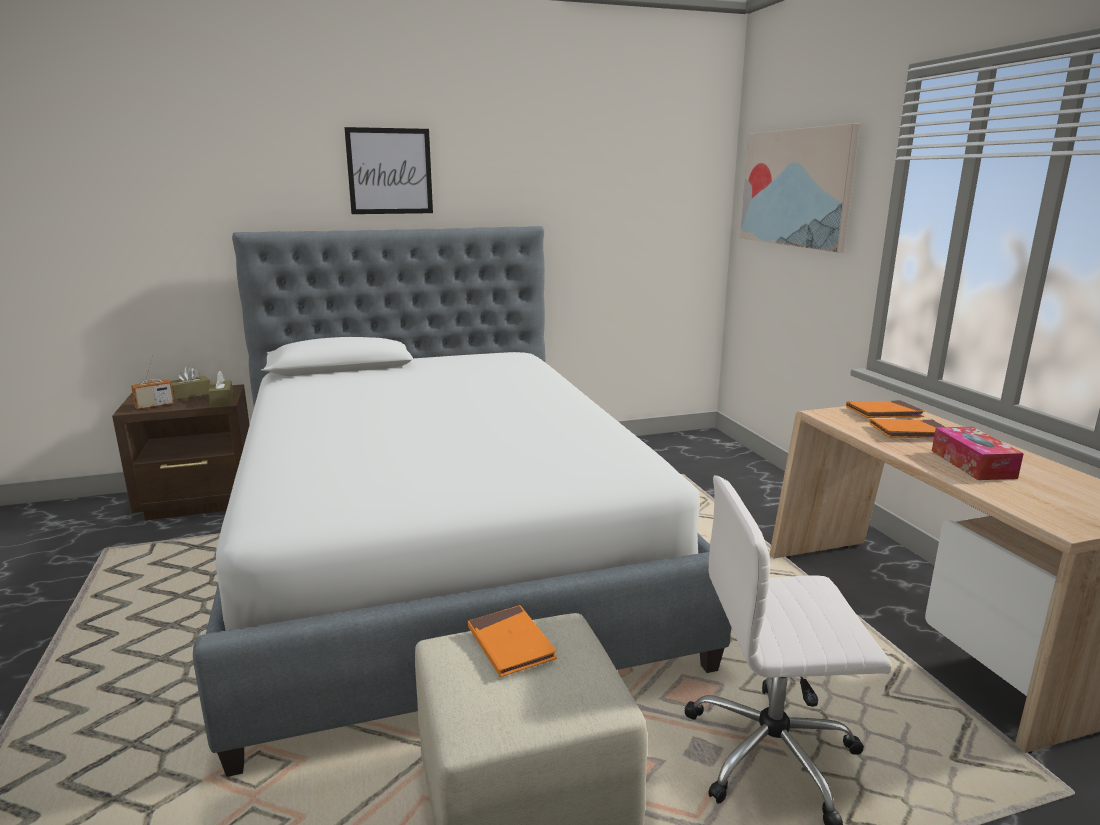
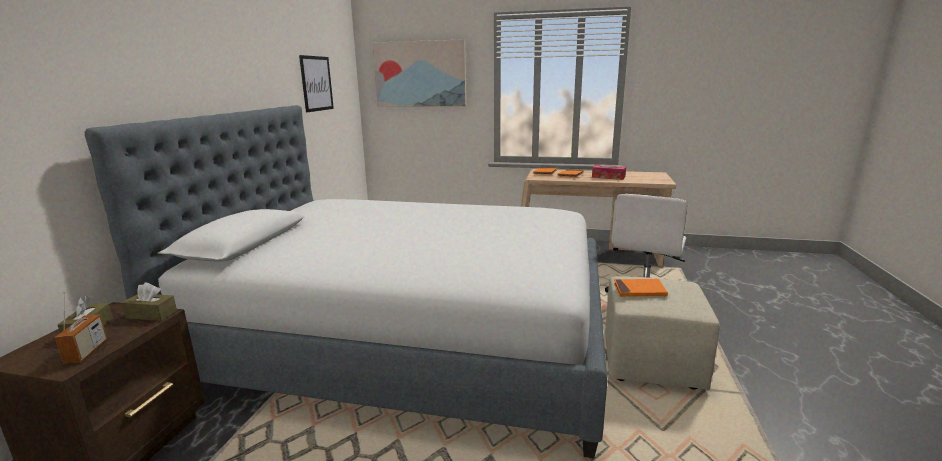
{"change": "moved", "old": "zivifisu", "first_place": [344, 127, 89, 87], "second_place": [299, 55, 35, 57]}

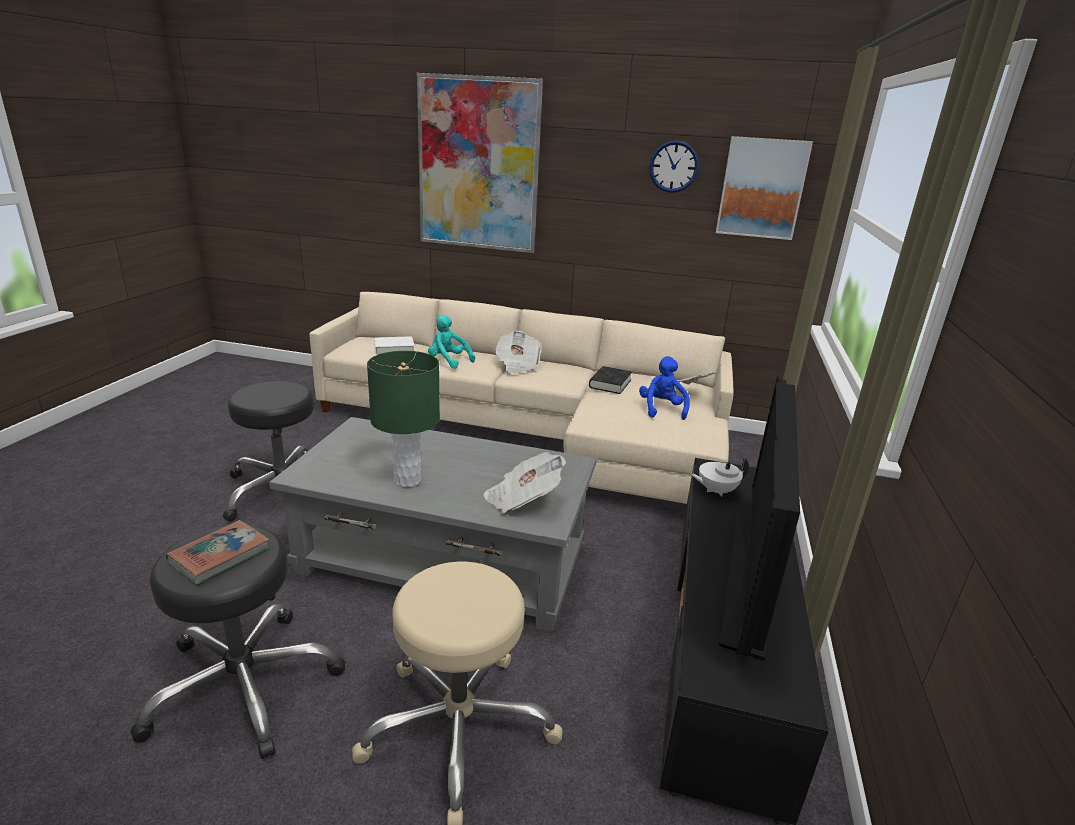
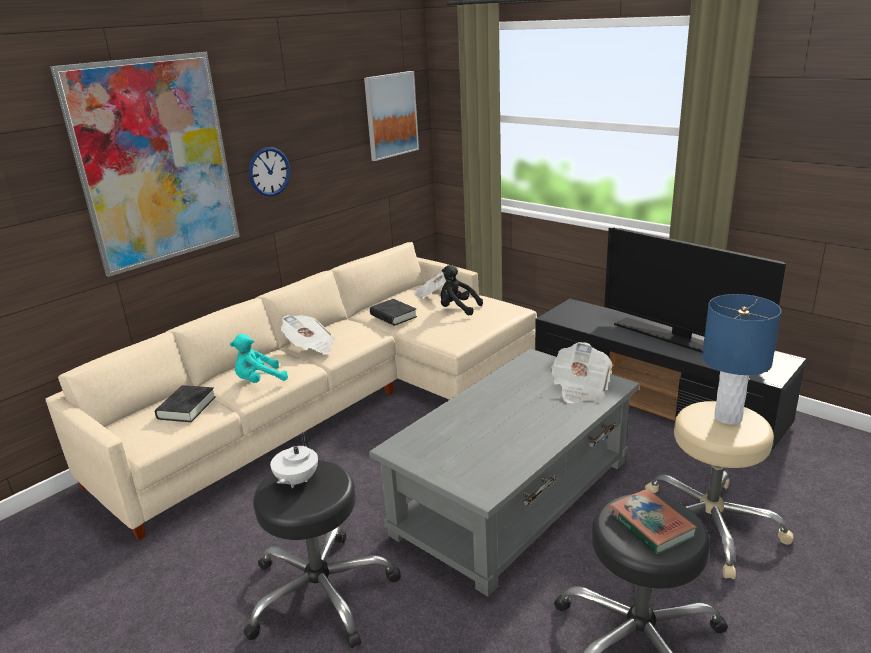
{"change": "recoloured", "old": "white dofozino", "new": "black dofozino", "first_place": [374, 336, 40, 19], "second_place": [155, 385, 61, 37]}
{"change": "moved", "old": "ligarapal", "first_place": [649, 140, 50, 53], "second_place": [249, 147, 41, 50]}
{"change": "moved", "old": "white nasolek", "first_place": [690, 457, 59, 39], "second_place": [270, 432, 48, 56]}
{"change": "recoloured", "old": "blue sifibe", "new": "black sifibe", "first_place": [639, 356, 51, 64], "second_place": [441, 265, 42, 50]}
{"change": "added", "new": "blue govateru", "second_place": [702, 294, 79, 131]}
{"change": "removed", "old": "green govateru", "first_place": [367, 351, 73, 137]}

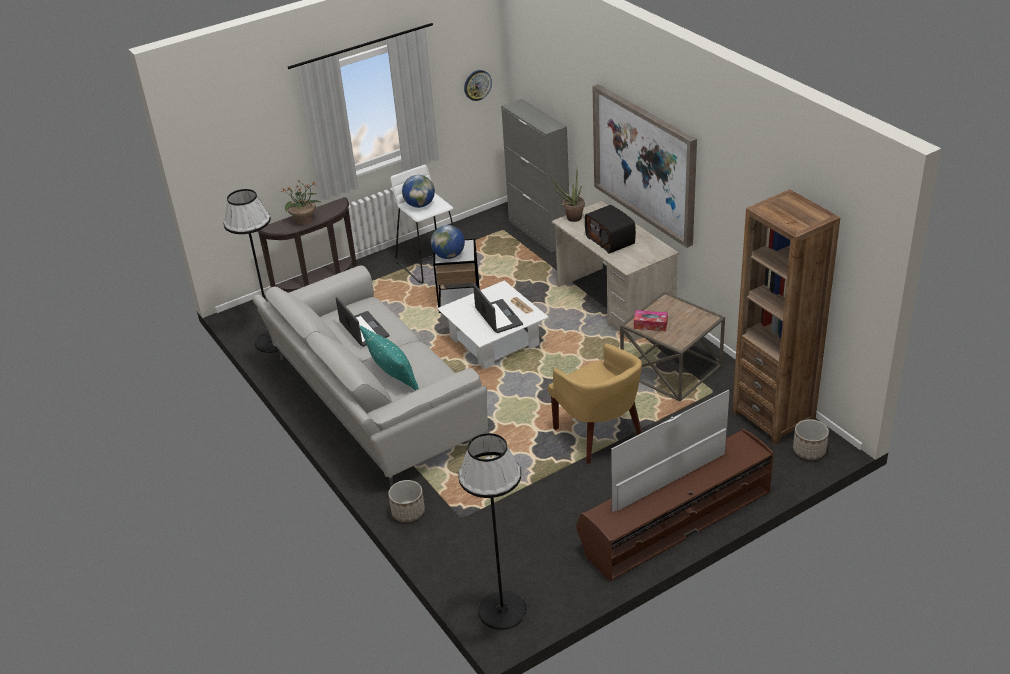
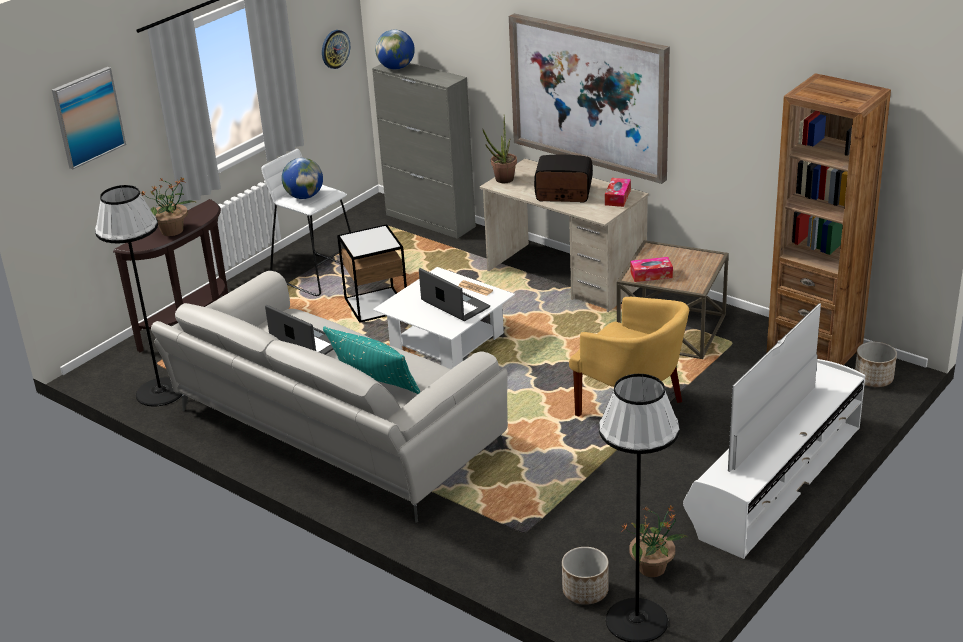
{"change": "added", "new": "zivifisu", "second_place": [52, 67, 74, 102]}
{"change": "moved", "old": "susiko", "first_place": [431, 225, 34, 34], "second_place": [375, 30, 40, 39]}
{"change": "turned", "old": "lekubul", "first_place": [585, 205, 51, 49], "second_place": [534, 155, 59, 48], "degrees": 150}
{"change": "moved", "old": "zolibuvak", "first_place": [388, 480, 37, 42], "second_place": [562, 547, 47, 58]}
{"change": "added", "new": "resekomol", "second_place": [605, 178, 26, 29]}
{"change": "added", "new": "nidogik", "second_place": [621, 505, 66, 72]}
{"change": "recoloured", "old": "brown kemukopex", "new": "white kemukopex", "first_place": [576, 429, 198, 153], "second_place": [683, 359, 182, 200]}

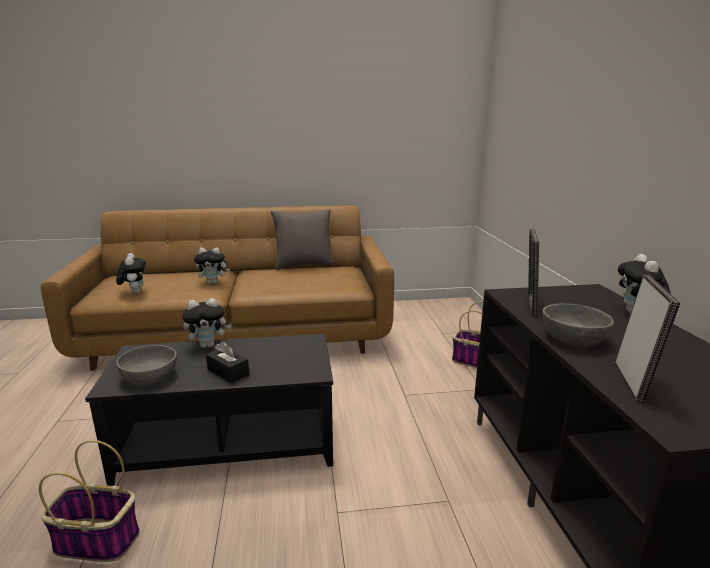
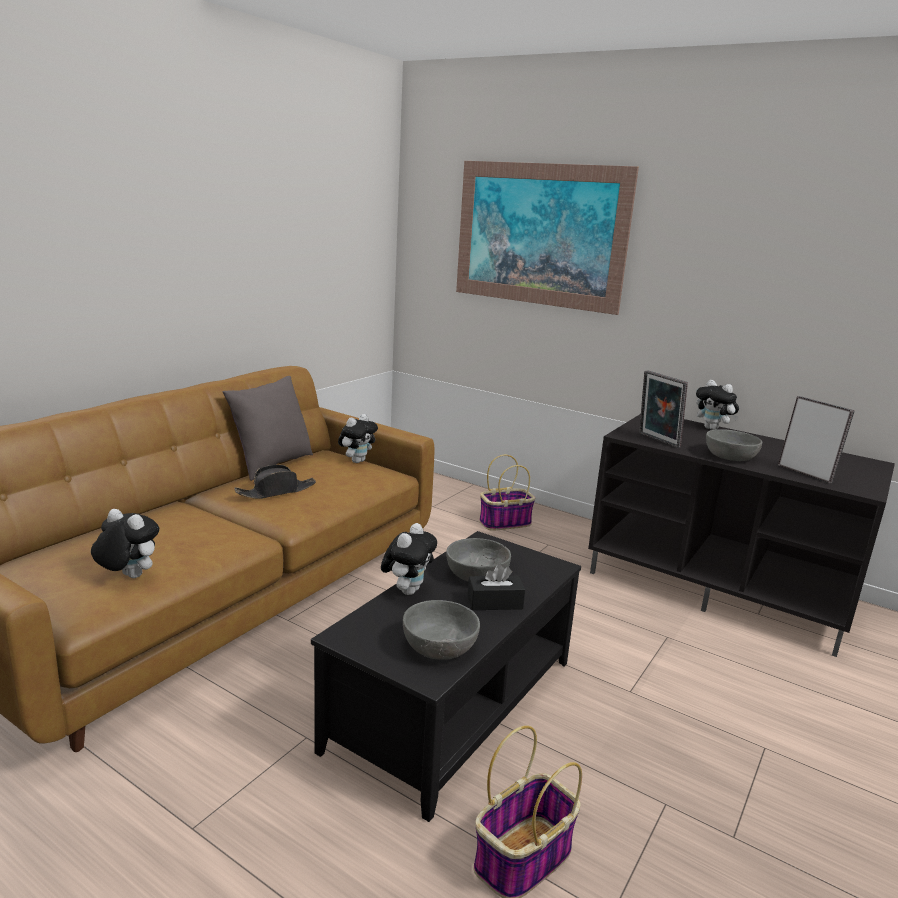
{"change": "added", "new": "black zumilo", "second_place": [234, 465, 82, 34]}
{"change": "moved", "old": "sifibe", "first_place": [194, 248, 36, 36], "second_place": [338, 414, 40, 49]}
{"change": "added", "new": "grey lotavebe", "second_place": [446, 538, 65, 43]}
{"change": "added", "new": "zivifisu", "second_place": [456, 161, 183, 154]}

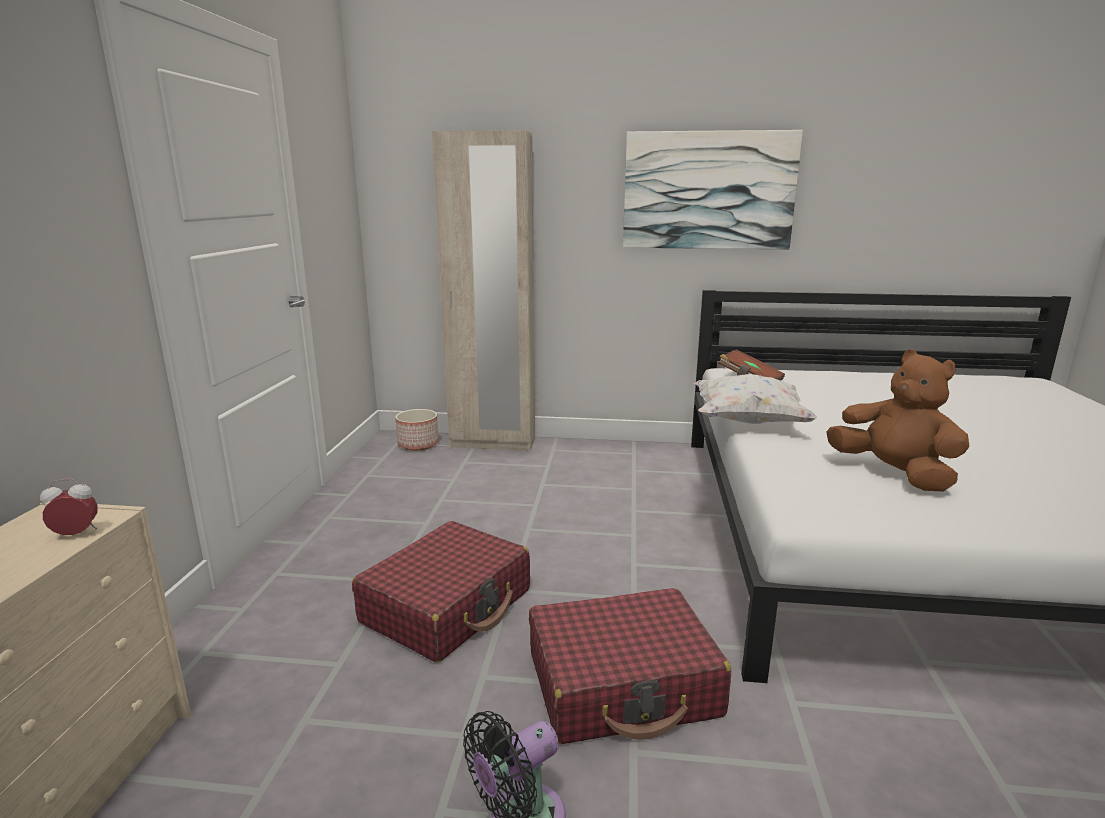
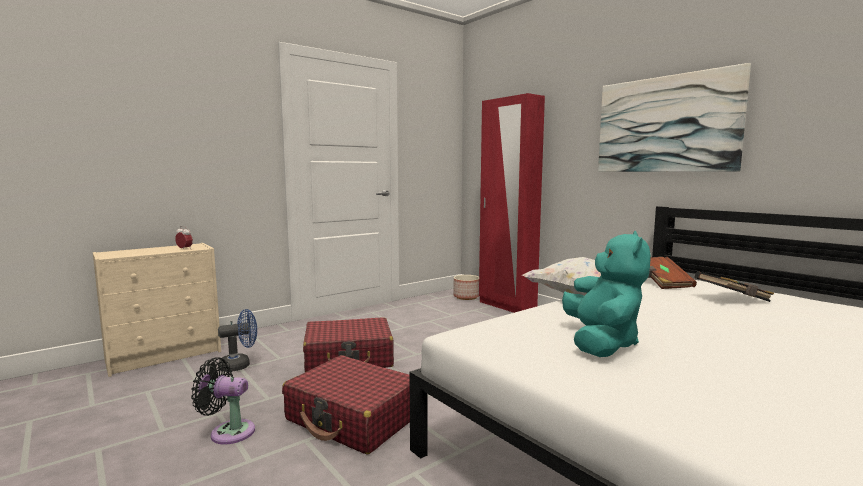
{"change": "added", "new": "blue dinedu", "second_place": [218, 309, 39, 63]}
{"change": "recoloured", "old": "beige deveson", "new": "red deveson", "first_place": [432, 130, 103, 321], "second_place": [479, 93, 66, 220]}
{"change": "recoloured", "old": "brown sifibe", "new": "turquoise sifibe", "first_place": [827, 350, 143, 142], "second_place": [562, 231, 89, 126]}
{"change": "added", "new": "black dofozino", "second_place": [695, 271, 79, 31]}

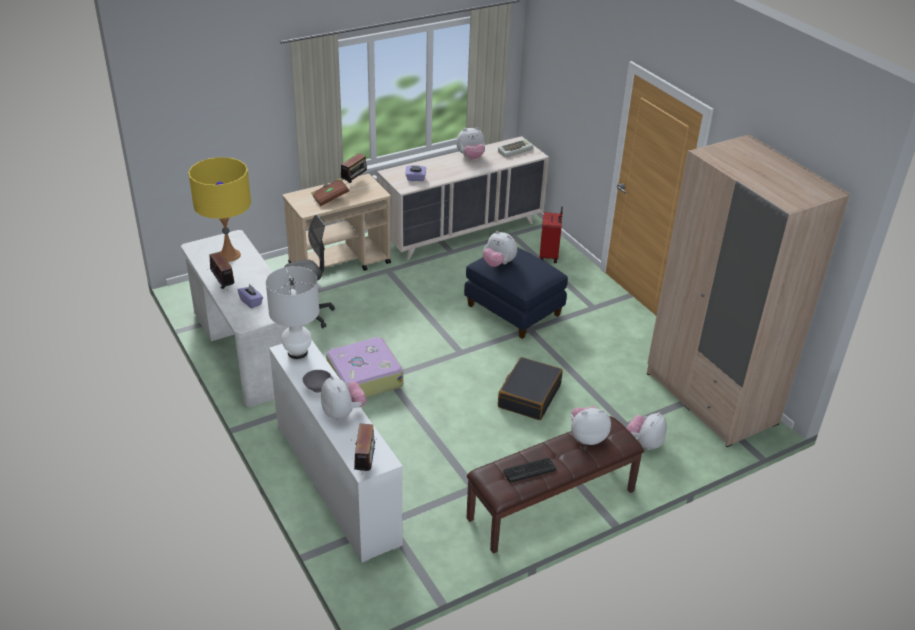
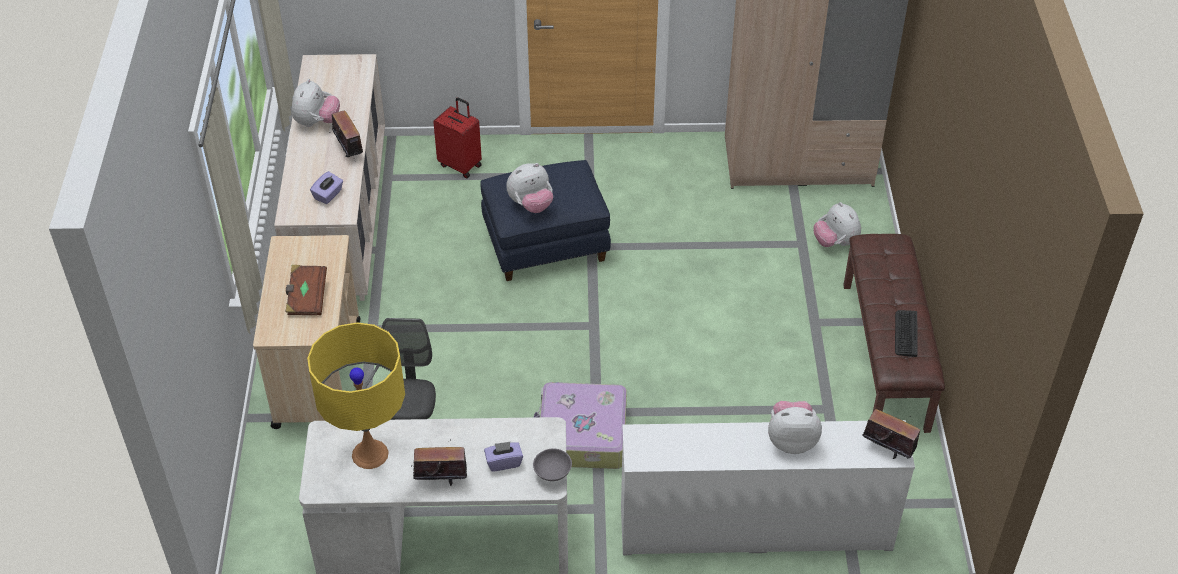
{"change": "moved", "old": "lekubul", "first_place": [341, 153, 26, 30], "second_place": [332, 111, 31, 51]}
{"change": "moved", "old": "grey lotavebe", "first_place": [303, 370, 28, 23], "second_place": [533, 448, 39, 33]}
{"change": "removed", "old": "white govateru", "first_place": [266, 266, 54, 93]}
{"change": "removed", "old": "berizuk", "first_place": [498, 139, 35, 18]}
{"change": "removed", "old": "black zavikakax", "first_place": [498, 357, 65, 63]}
{"change": "removed", "old": "sifibe", "first_place": [571, 406, 40, 39]}

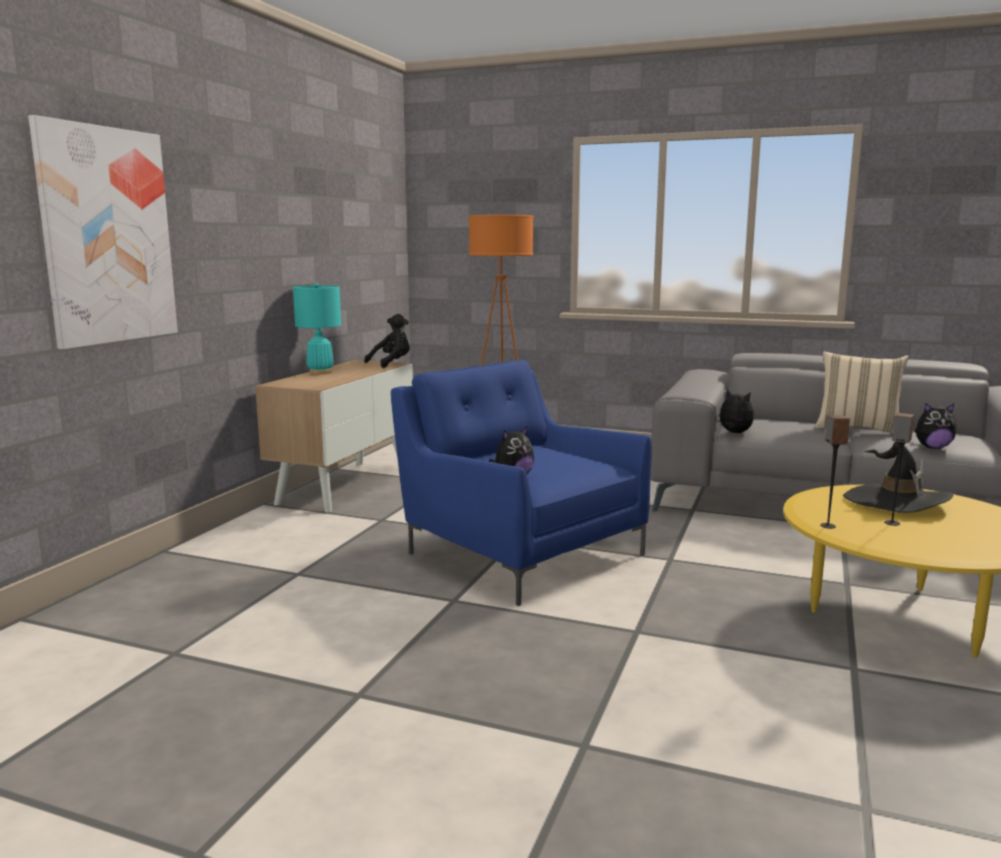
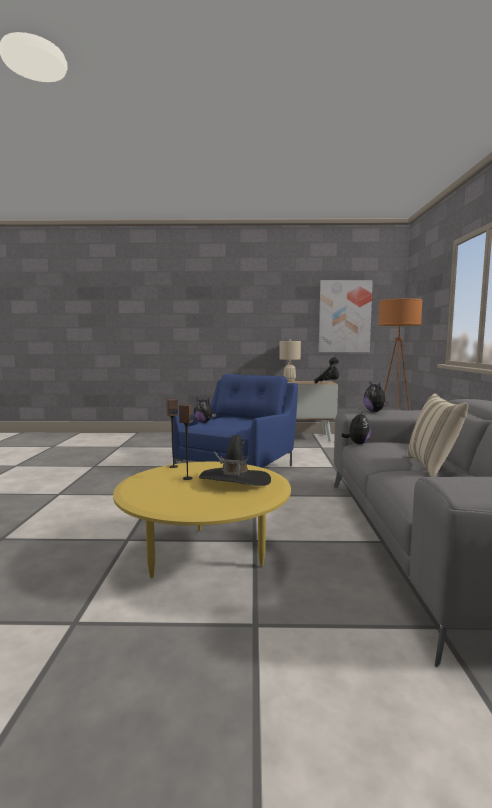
{"change": "recoloured", "old": "turquoise govateru", "new": "beige govateru", "first_place": [293, 283, 48, 91], "second_place": [279, 339, 22, 43]}
{"change": "moved", "old": "zivifisu", "first_place": [28, 115, 150, 234], "second_place": [319, 280, 54, 72]}
{"change": "moved", "old": "sifibe", "first_place": [914, 403, 42, 46], "second_place": [364, 382, 25, 30]}

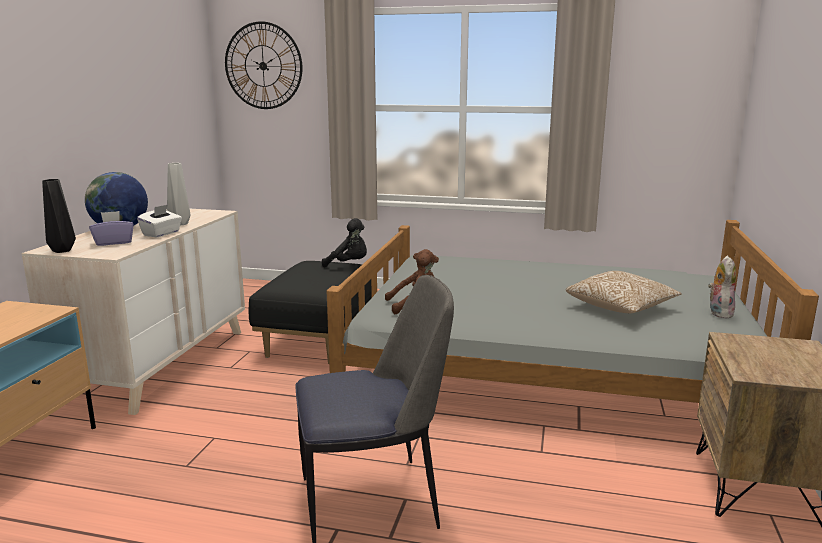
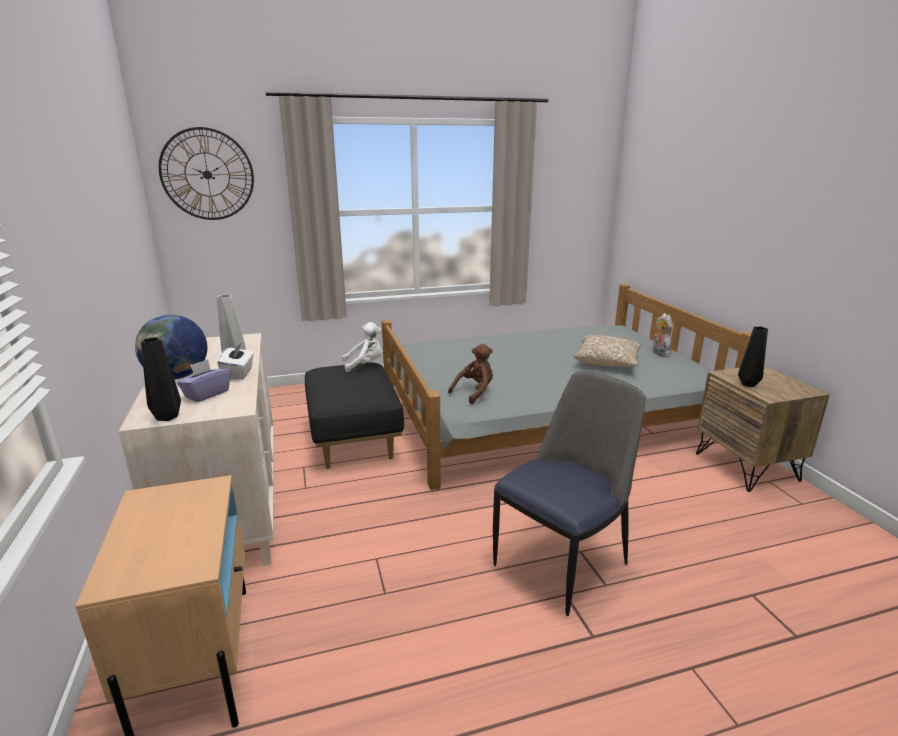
{"change": "recoloured", "old": "black sifibe", "new": "white sifibe", "first_place": [322, 218, 45, 49], "second_place": [342, 322, 40, 50]}
{"change": "added", "new": "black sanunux", "second_place": [738, 327, 30, 60]}

